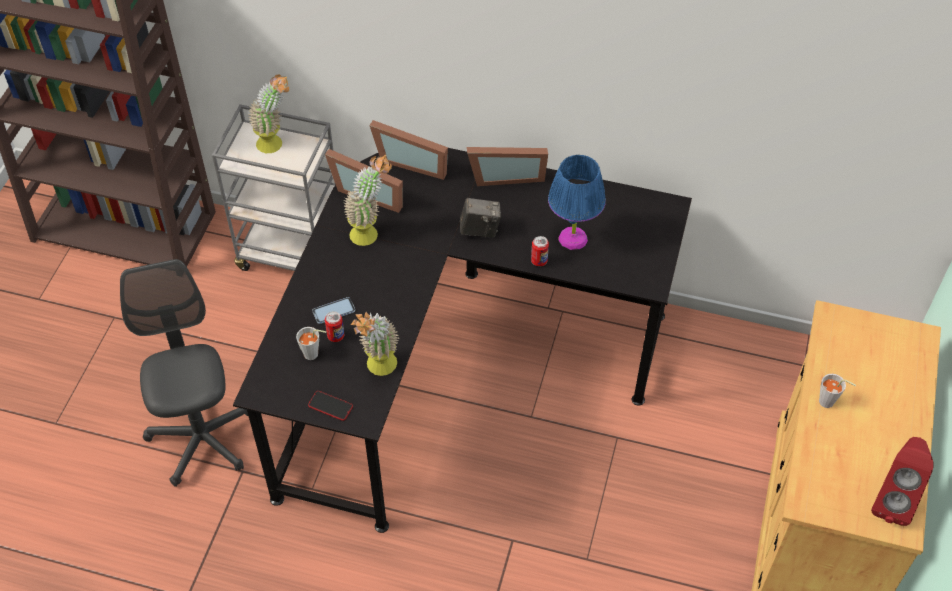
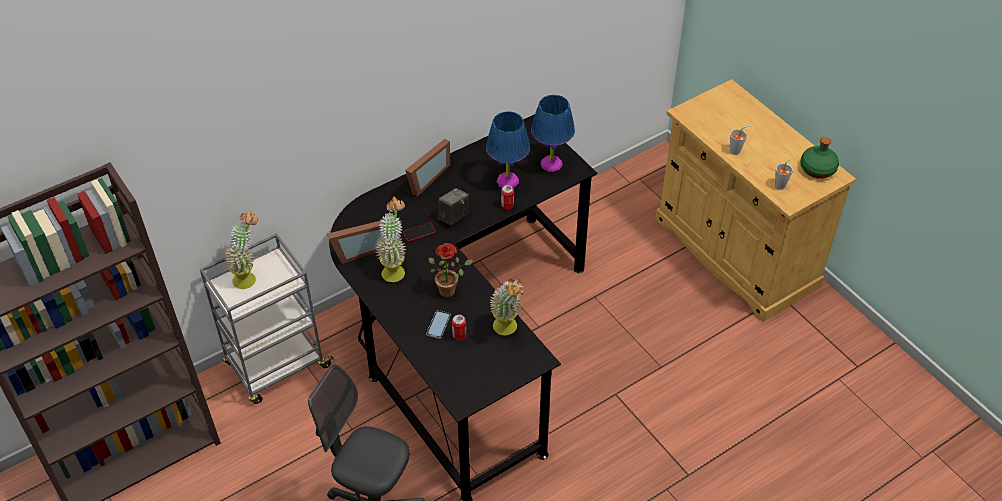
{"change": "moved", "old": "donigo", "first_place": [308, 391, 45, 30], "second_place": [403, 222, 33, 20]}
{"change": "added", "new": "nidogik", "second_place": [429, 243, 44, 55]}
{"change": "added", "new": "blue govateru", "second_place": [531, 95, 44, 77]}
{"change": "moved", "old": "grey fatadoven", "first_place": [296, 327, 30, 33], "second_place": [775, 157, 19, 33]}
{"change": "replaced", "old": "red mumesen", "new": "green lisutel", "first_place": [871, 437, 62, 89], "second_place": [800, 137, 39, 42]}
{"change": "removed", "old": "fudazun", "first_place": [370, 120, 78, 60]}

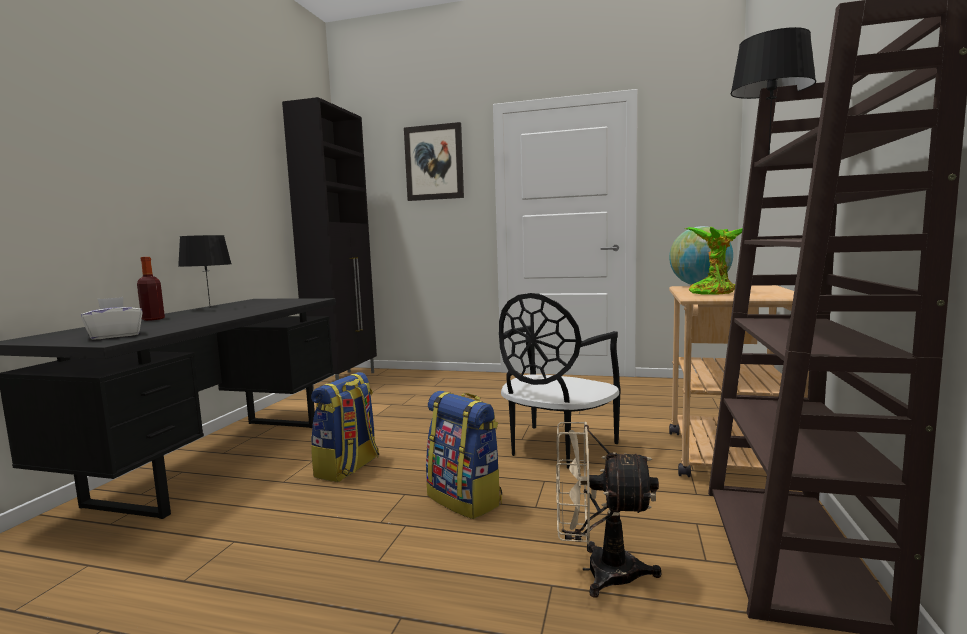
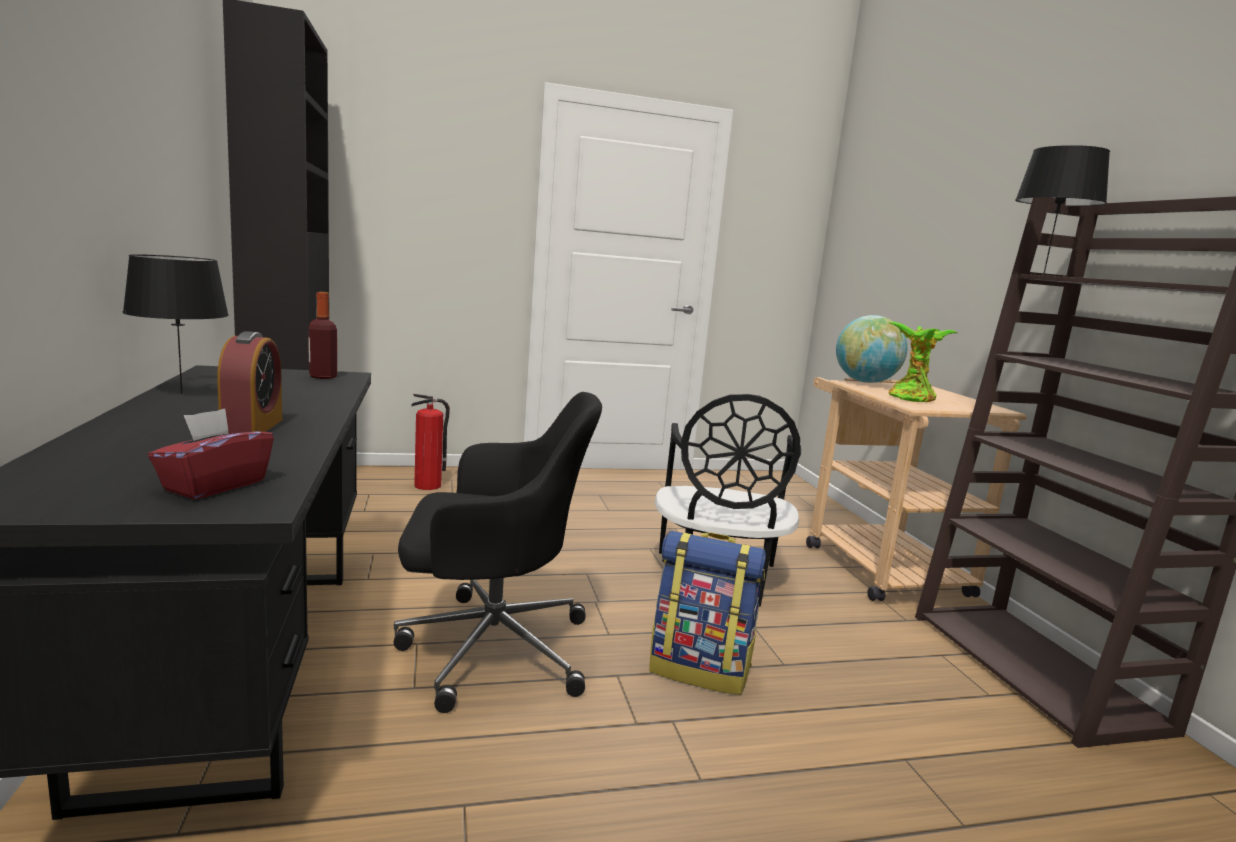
{"change": "recoloured", "old": "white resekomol", "new": "red resekomol", "first_place": [81, 297, 61, 43], "second_place": [148, 409, 126, 90]}
{"change": "added", "new": "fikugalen", "second_place": [217, 331, 65, 103]}
{"change": "moved", "old": "lisutel", "first_place": [137, 257, 28, 64], "second_place": [308, 292, 29, 87]}
{"change": "replaced", "old": "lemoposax", "new": "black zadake", "first_place": [311, 372, 68, 110], "second_place": [393, 392, 209, 321]}
{"change": "added", "new": "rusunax", "second_place": [411, 394, 39, 96]}
{"change": "removed", "old": "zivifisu", "first_place": [404, 122, 60, 79]}
{"change": "removed", "old": "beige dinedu", "first_place": [556, 422, 106, 176]}

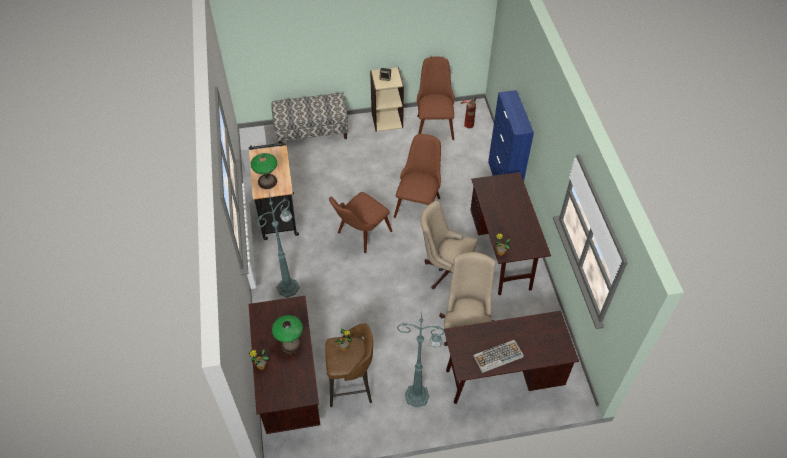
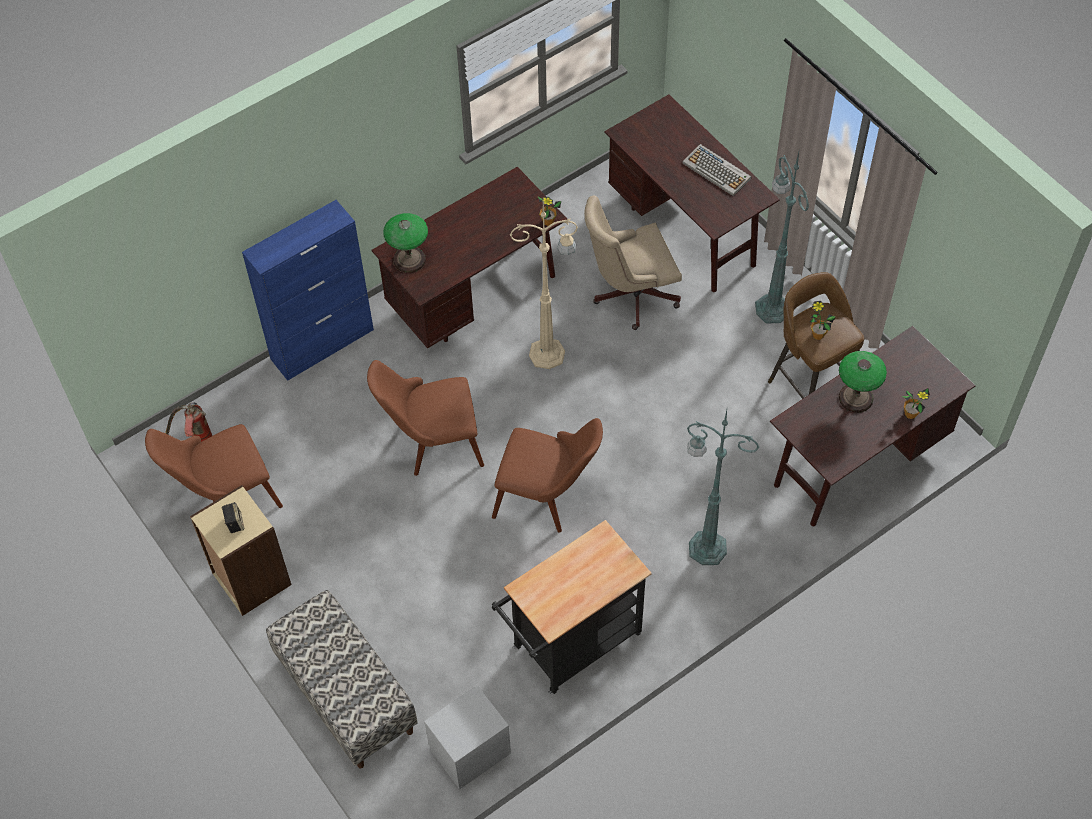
{"change": "moved", "old": "govateru", "first_place": [251, 153, 26, 36], "second_place": [383, 213, 45, 60]}
{"change": "replaced", "old": "beige zadake", "new": "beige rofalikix", "first_place": [420, 201, 58, 88], "second_place": [510, 201, 68, 168]}

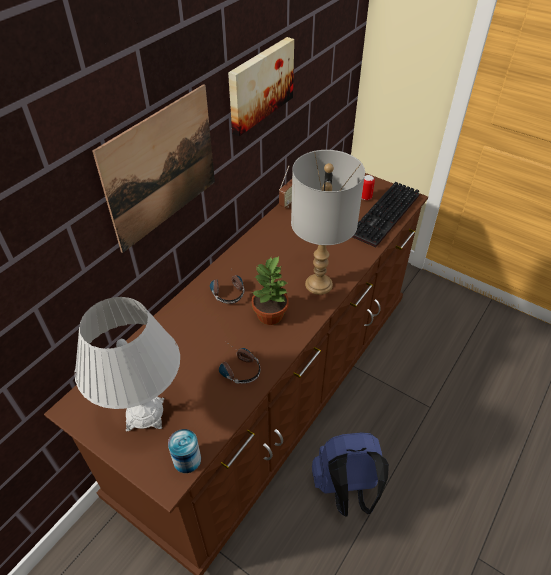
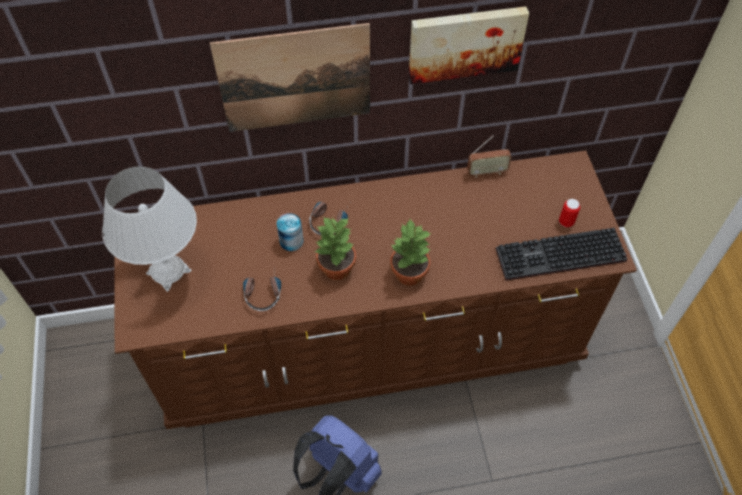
{"change": "moved", "old": "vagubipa", "first_place": [168, 429, 33, 44], "second_place": [277, 213, 27, 38]}
{"change": "replaced", "old": "grey govateru", "new": "nidogik", "first_place": [291, 150, 74, 145], "second_place": [390, 219, 42, 67]}

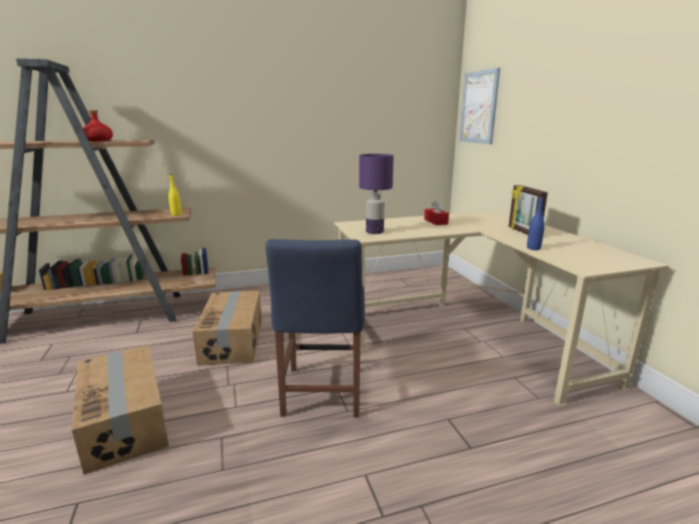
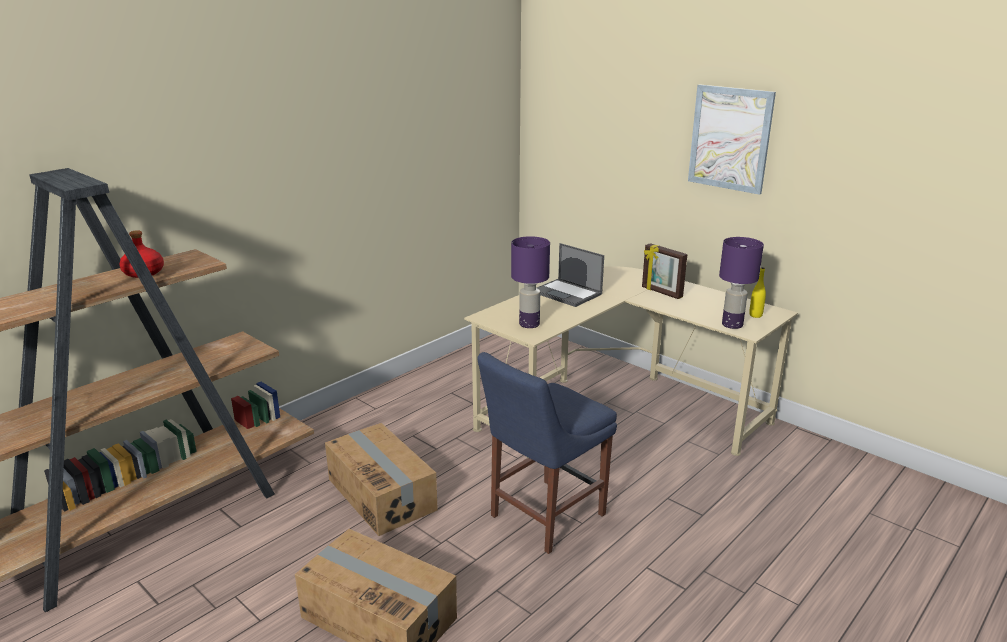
{"change": "turned", "old": "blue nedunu", "first_place": [265, 239, 100, 178], "second_place": [477, 352, 140, 202], "degrees": 75}
{"change": "replaced", "old": "red resekomol", "new": "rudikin", "first_place": [424, 200, 25, 25], "second_place": [537, 243, 67, 64]}
{"change": "moved", "old": "zivifisu", "first_place": [459, 68, 41, 76], "second_place": [688, 84, 88, 111]}
{"change": "added", "new": "purple govateru", "second_place": [719, 237, 45, 92]}
{"change": "moved", "old": "yellow lisutel", "first_place": [168, 174, 14, 42], "second_place": [749, 267, 17, 51]}
{"change": "removed", "old": "blue lisutel", "first_place": [527, 197, 18, 53]}

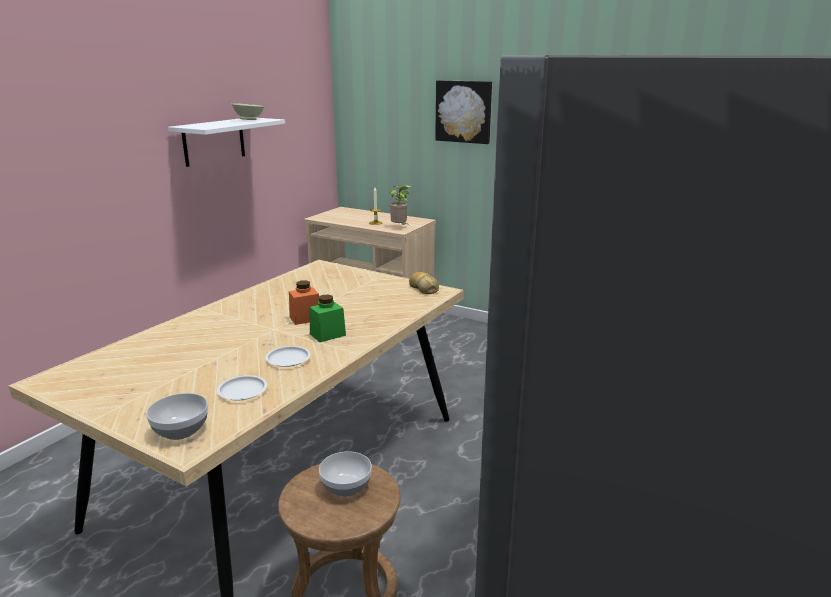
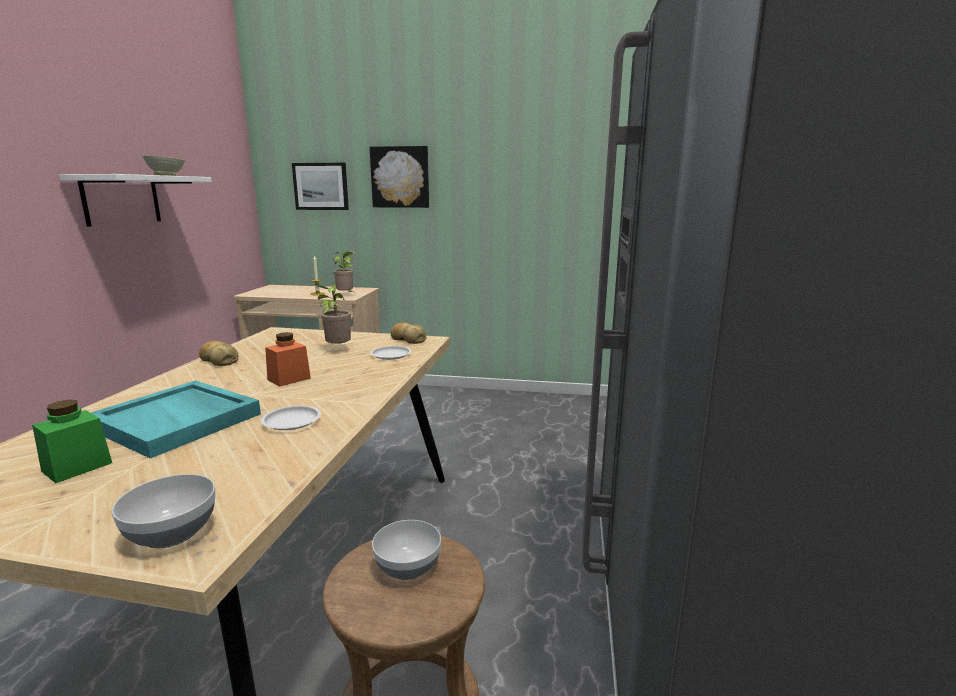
{"change": "moved", "old": "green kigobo", "first_place": [309, 295, 37, 47], "second_place": [32, 399, 80, 84]}
{"change": "added", "new": "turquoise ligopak", "second_place": [91, 380, 170, 79]}
{"change": "added", "new": "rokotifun", "second_place": [199, 341, 40, 25]}
{"change": "added", "new": "zivifisu", "second_place": [292, 163, 57, 47]}
{"change": "added", "new": "nidogik", "second_place": [318, 283, 33, 64]}
{"change": "moved", "old": "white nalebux", "first_place": [217, 375, 50, 25], "second_place": [370, 346, 41, 14]}

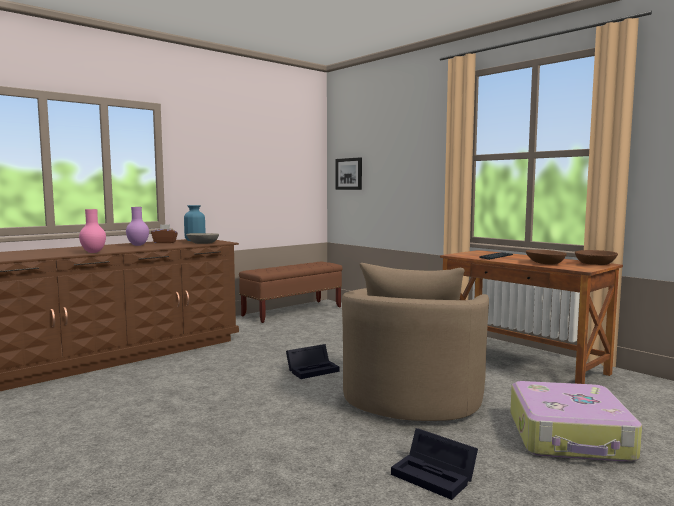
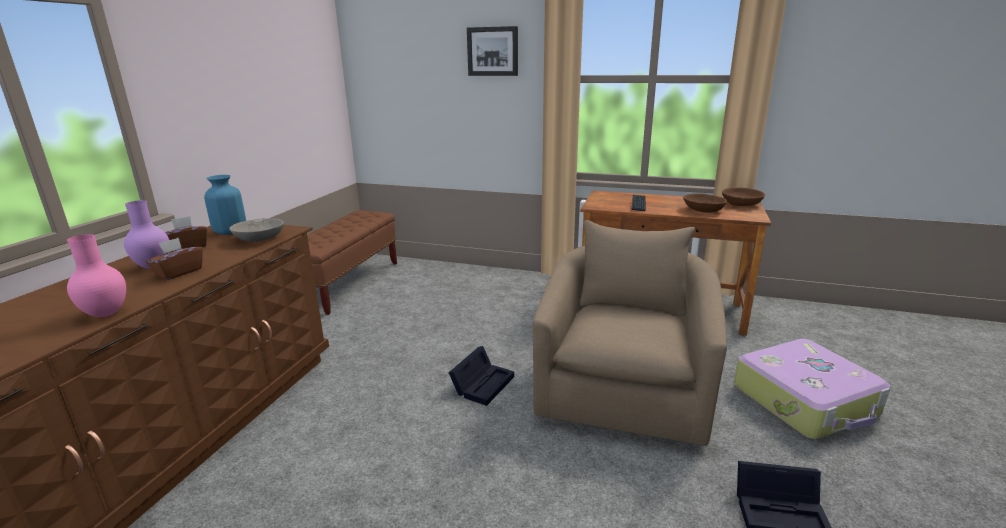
{"change": "added", "new": "brown resekomol", "second_place": [146, 237, 57, 43]}
{"change": "moved", "old": "zivifisu", "first_place": [336, 157, 26, 33], "second_place": [467, 26, 51, 50]}
{"change": "turned", "old": "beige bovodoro", "first_place": [342, 263, 147, 158], "second_place": [533, 220, 194, 226], "degrees": -150}

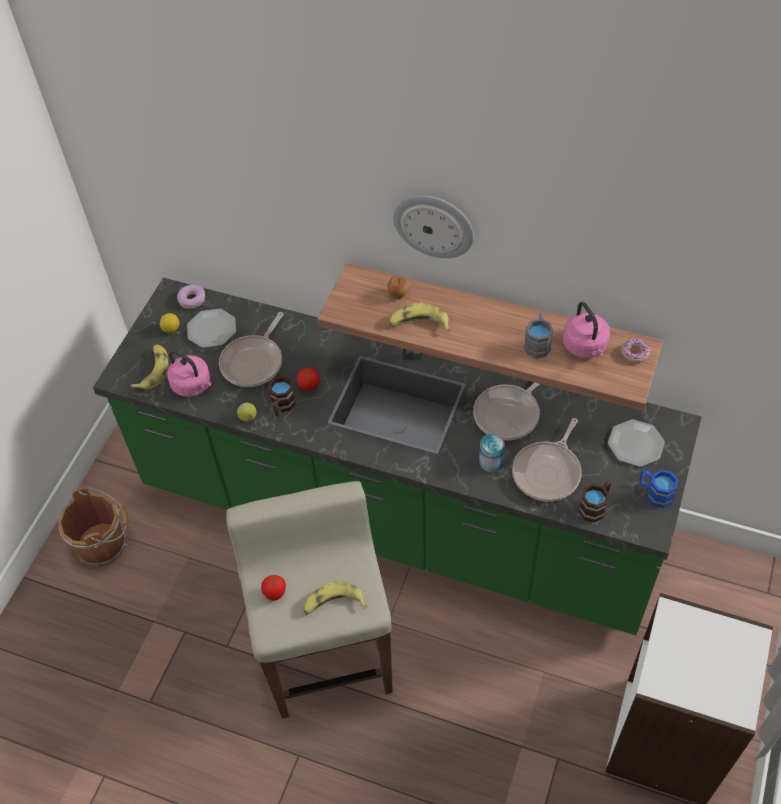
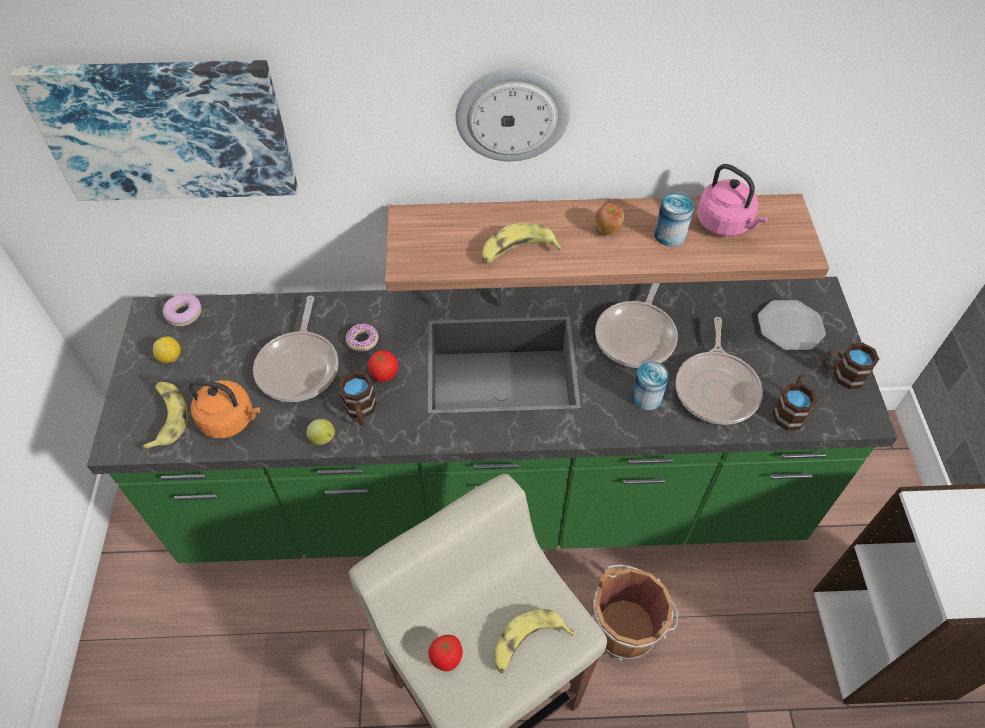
{"change": "added", "new": "zivifisu", "second_place": [10, 60, 288, 141]}
{"change": "recoloured", "old": "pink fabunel", "new": "orange fabunel", "first_place": [167, 350, 45, 47], "second_place": [189, 380, 71, 58]}
{"change": "moved", "old": "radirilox", "first_place": [621, 339, 29, 24], "second_place": [346, 323, 32, 29]}
{"change": "moved", "old": "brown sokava", "first_place": [58, 487, 70, 79], "second_place": [592, 565, 86, 96]}
{"change": "moved", "old": "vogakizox", "first_place": [388, 275, 22, 24], "second_place": [595, 203, 29, 32]}
{"change": "replaced", "old": "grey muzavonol", "new": "vagubipa", "first_place": [524, 313, 29, 46], "second_place": [654, 192, 40, 55]}
{"change": "recoloured", "old": "blue muzavonol", "new": "brown muzavonol", "first_place": [640, 469, 38, 39], "second_place": [823, 343, 56, 46]}
{"change": "removed", "old": "nalebux", "first_place": [187, 309, 49, 39]}

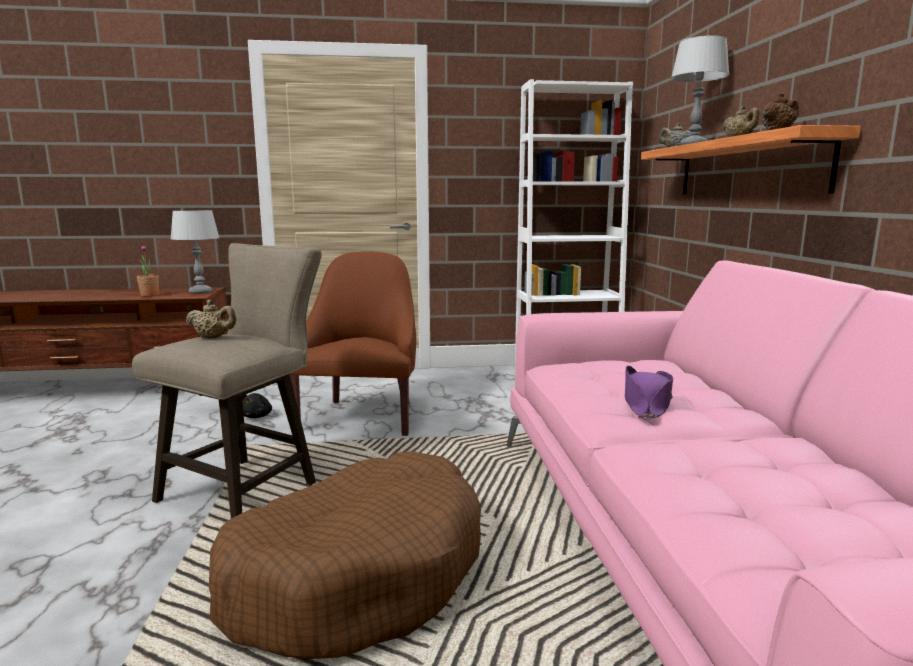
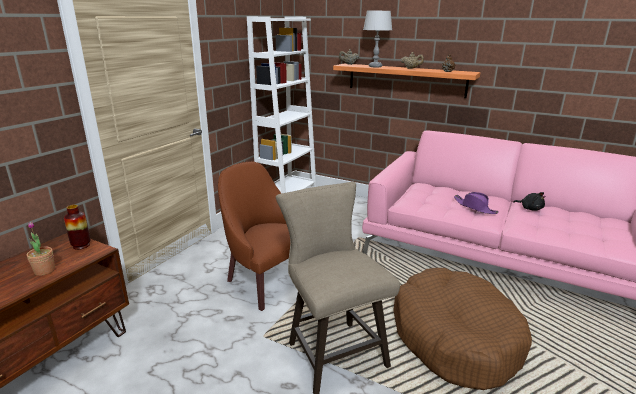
{"change": "replaced", "old": "grey govateru", "new": "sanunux", "first_place": [171, 210, 49, 84], "second_place": [64, 205, 27, 45]}
{"change": "moved", "old": "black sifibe", "first_place": [242, 393, 30, 25], "second_place": [513, 192, 33, 19]}
{"change": "removed", "old": "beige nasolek", "first_place": [186, 300, 50, 39]}

